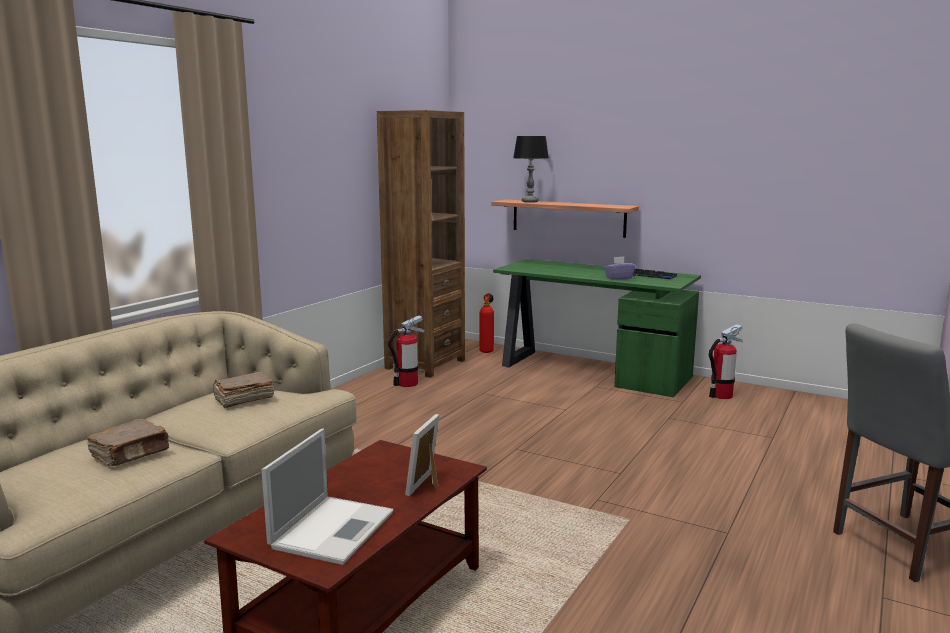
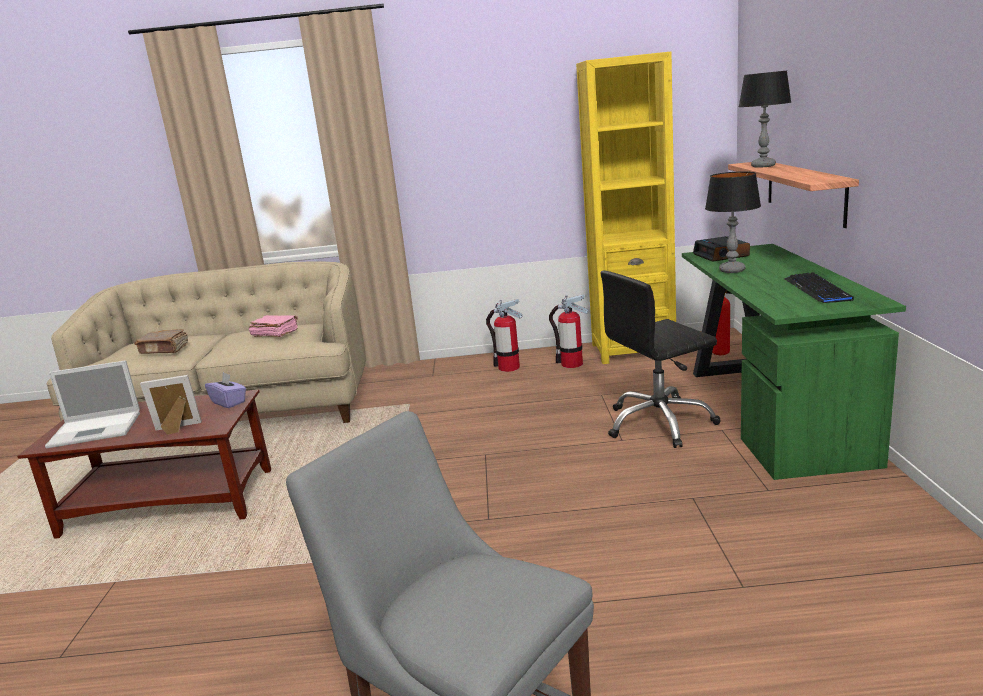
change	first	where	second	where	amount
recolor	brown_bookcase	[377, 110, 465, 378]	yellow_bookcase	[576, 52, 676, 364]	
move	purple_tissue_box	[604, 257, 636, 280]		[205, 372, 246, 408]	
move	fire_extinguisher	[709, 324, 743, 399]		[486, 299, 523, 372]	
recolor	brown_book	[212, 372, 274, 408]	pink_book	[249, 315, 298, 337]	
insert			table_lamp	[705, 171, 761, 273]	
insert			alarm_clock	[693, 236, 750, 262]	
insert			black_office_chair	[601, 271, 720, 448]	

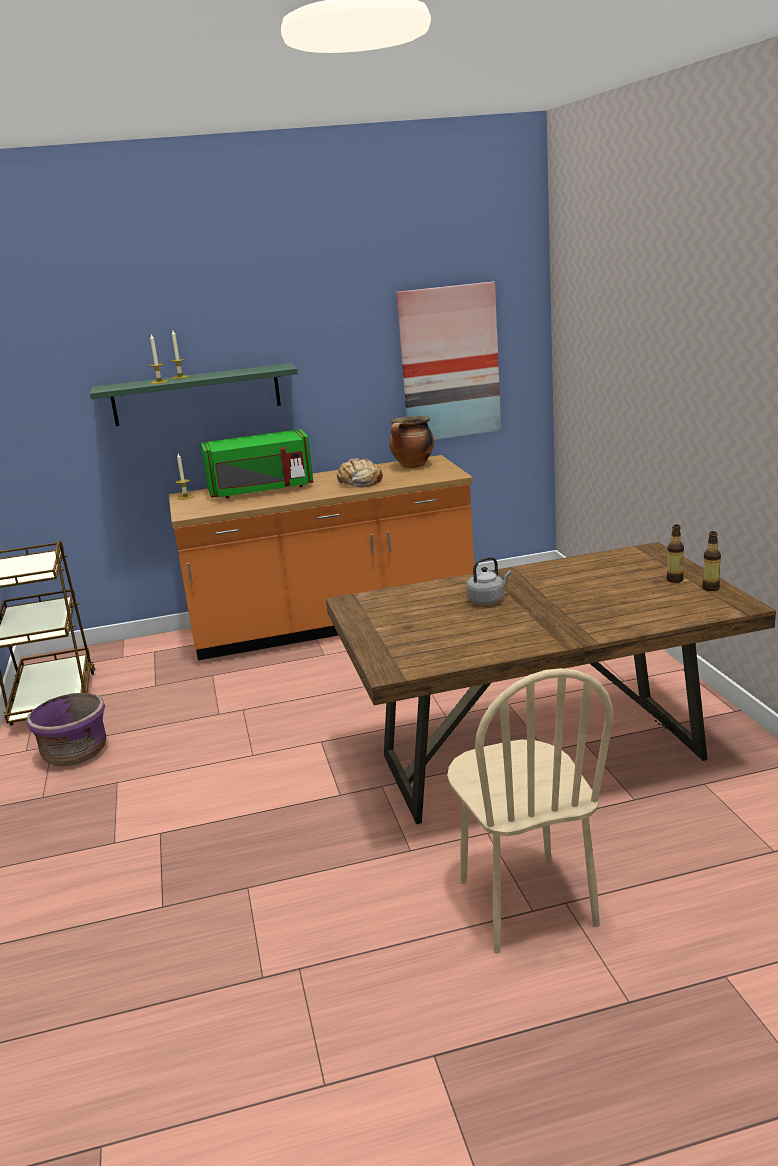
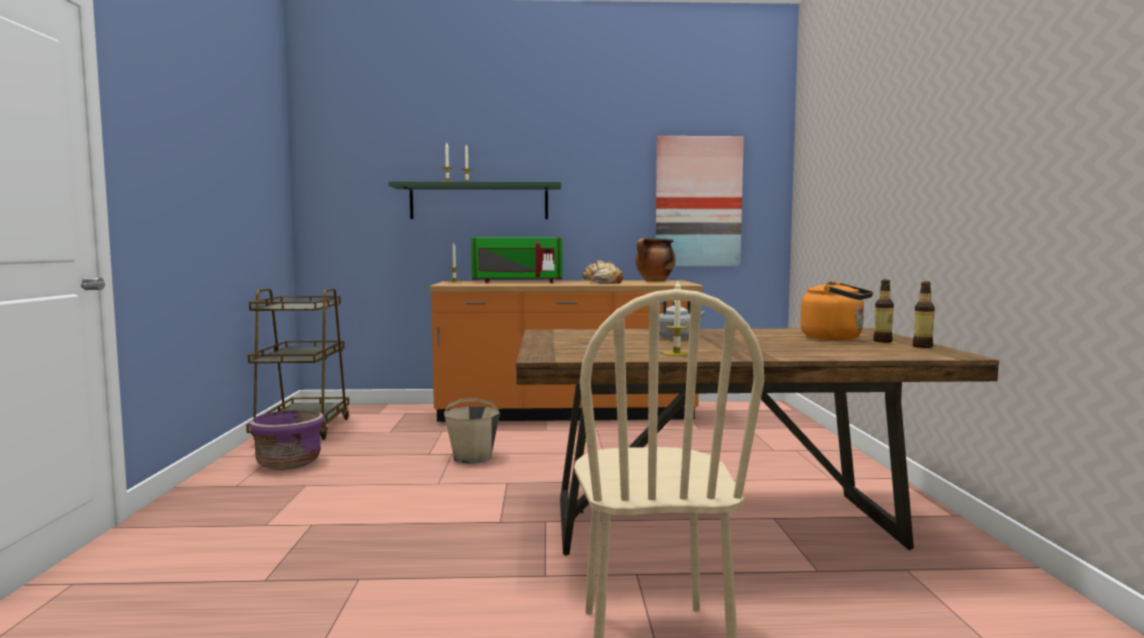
change	first	where	second	where	amount
insert			candle	[663, 280, 689, 356]	
insert			orange_kettle	[801, 281, 873, 340]	
insert			beige_bucket	[444, 398, 500, 464]	

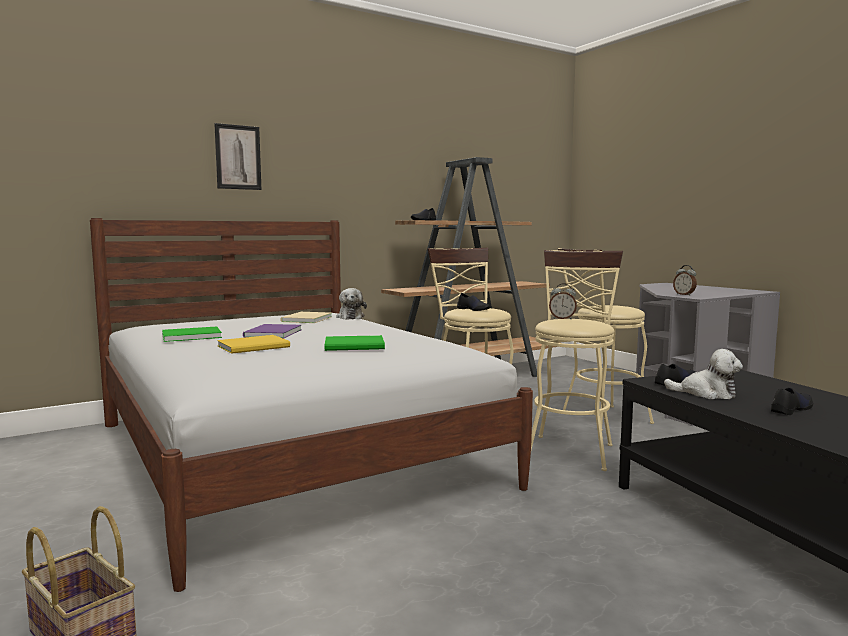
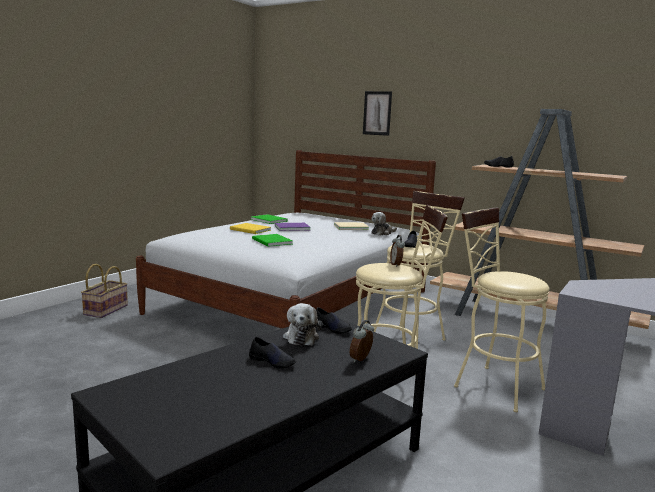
change	first	where	second	where	amount
move	alarm_clock	[673, 265, 697, 295]		[350, 320, 374, 363]	

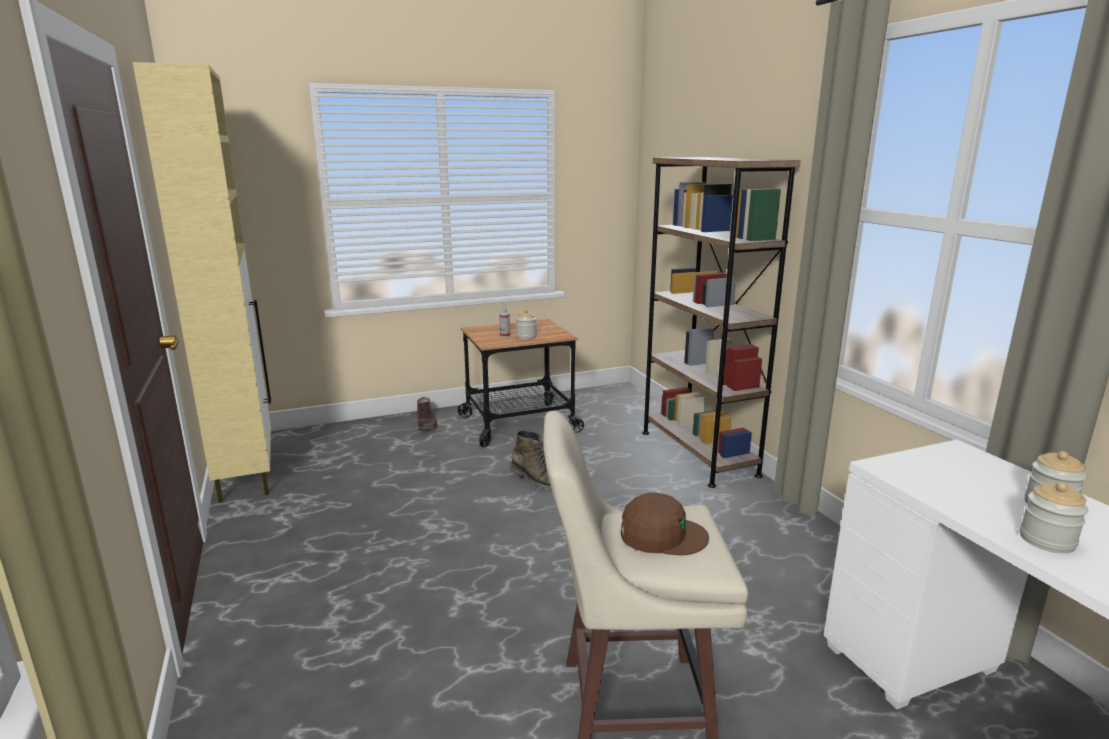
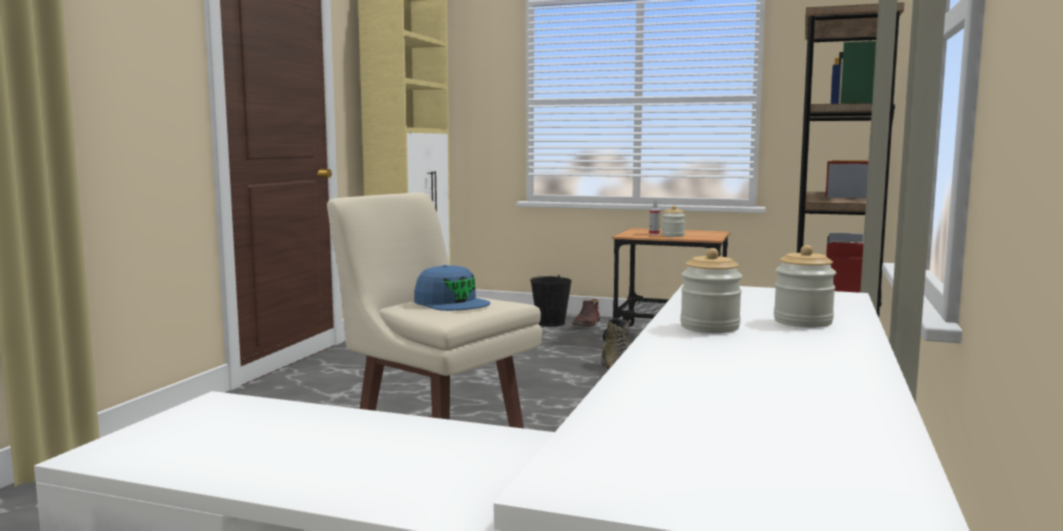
change	first	where	second	where	amount
recolor	brown_cap	[621, 493, 709, 555]	blue_cap	[414, 265, 490, 311]	
insert			black_bucket	[530, 275, 572, 326]	

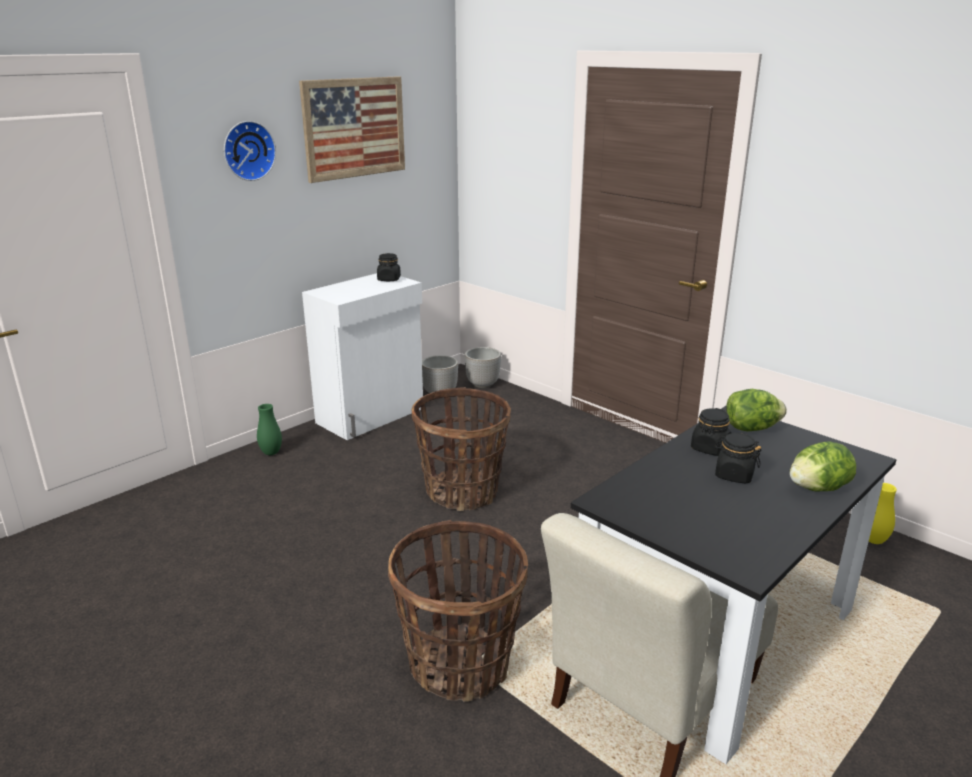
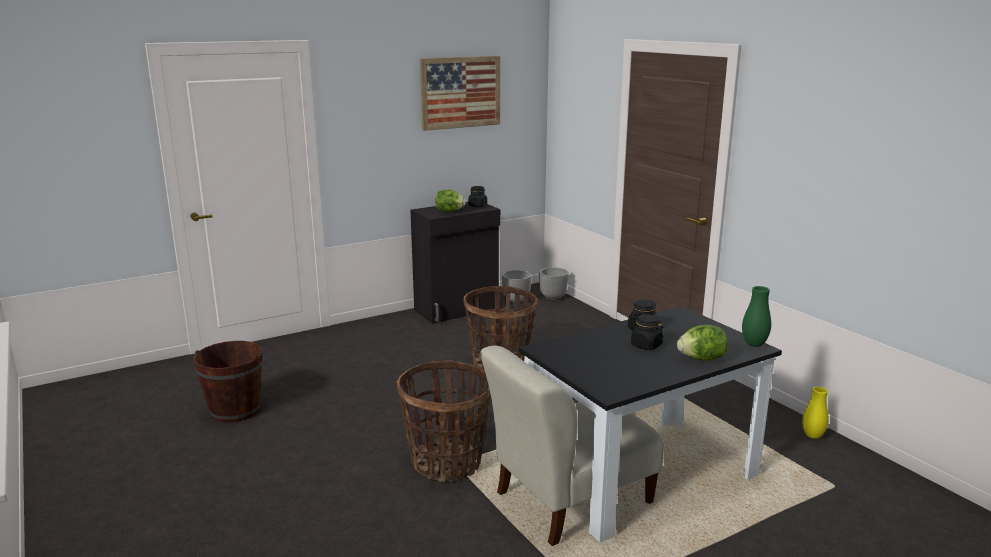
change	first	where	second	where	amount
delete	wall_clock	[224, 121, 276, 181]			
recolor	white_cabinet	[302, 273, 423, 440]	black_cabinet	[410, 202, 500, 324]	
move	lettuce	[726, 389, 787, 431]		[435, 190, 466, 212]	
move	green_vase	[257, 404, 282, 455]		[742, 286, 771, 347]	
insert			brown_bucket	[193, 341, 263, 422]	

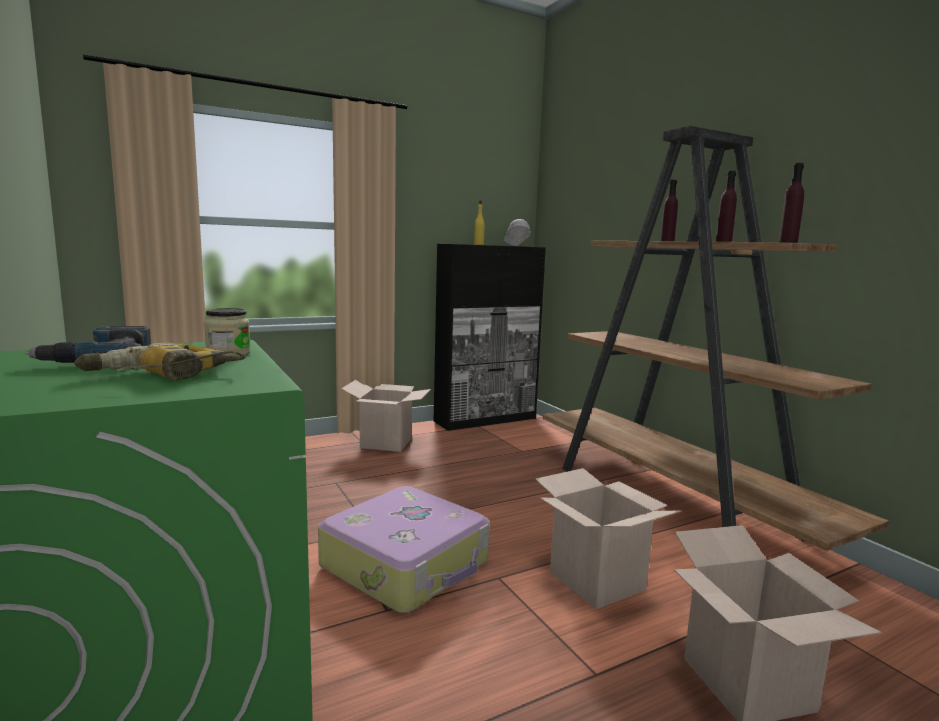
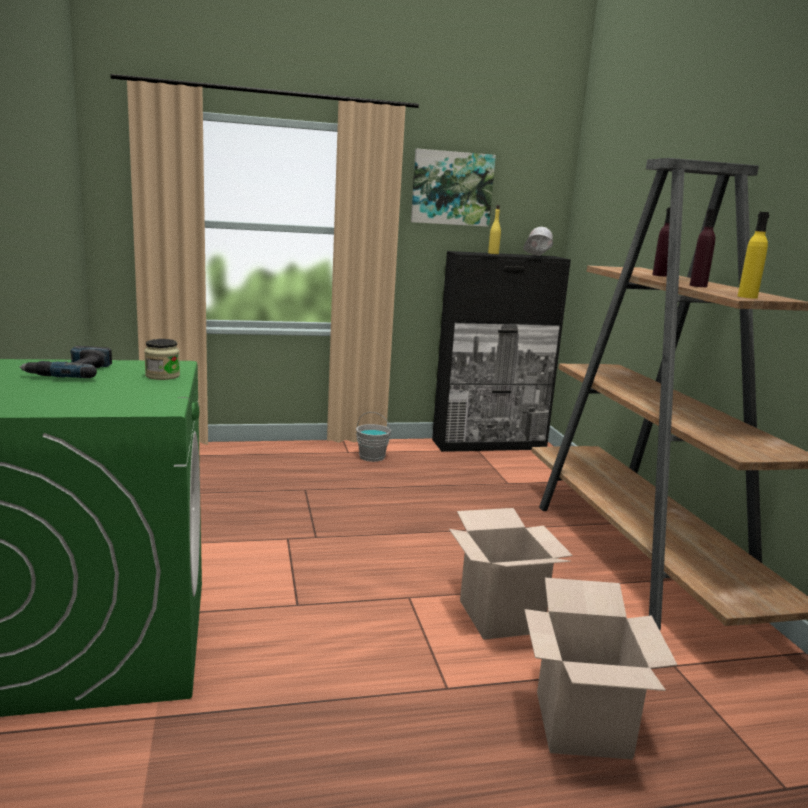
change	first	where	second	where	amount
recolor	purple_bottle	[779, 163, 804, 243]	yellow_bottle	[738, 212, 769, 299]	
delete	power_drill	[74, 343, 245, 381]			
replace	cardboard_box	[341, 380, 431, 452]	grey_bucket	[356, 412, 391, 462]	
delete	suitcase	[318, 486, 490, 613]			
insert			picture	[411, 149, 496, 227]	

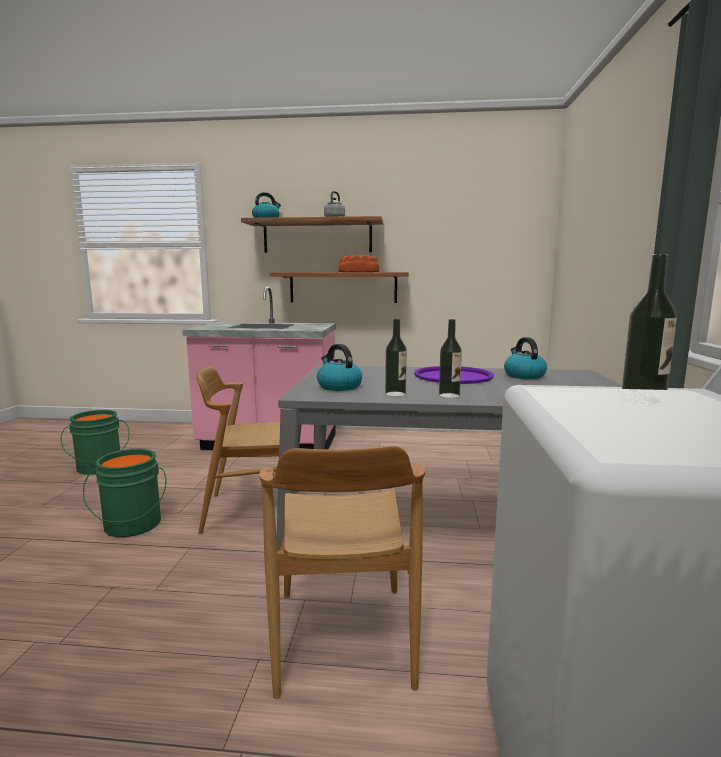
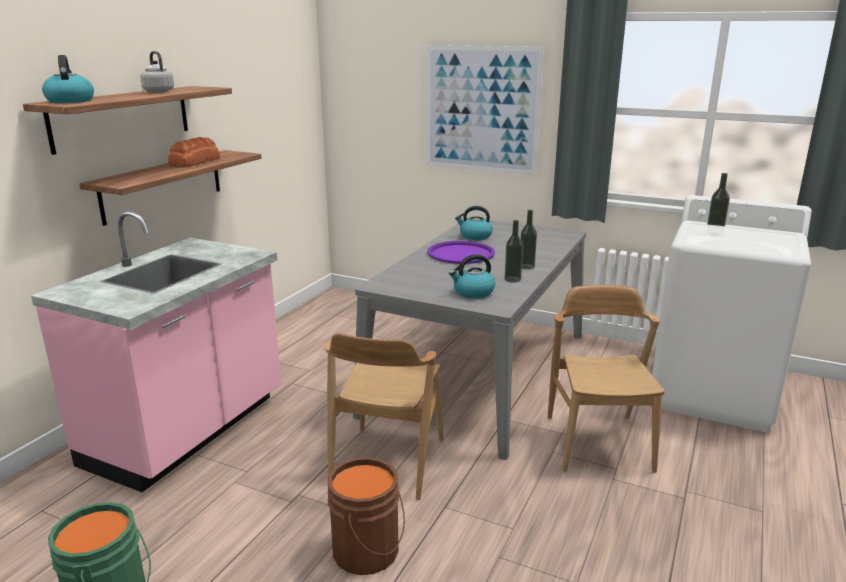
change	first	where	second	where	amount
rotate	brown_chair	[259, 446, 425, 699]		[548, 285, 664, 473]	105 degrees counterclockwise
recolor	green_bucket	[83, 449, 167, 537]	brown_bucket	[328, 457, 405, 575]	
insert			picture	[426, 45, 544, 175]	

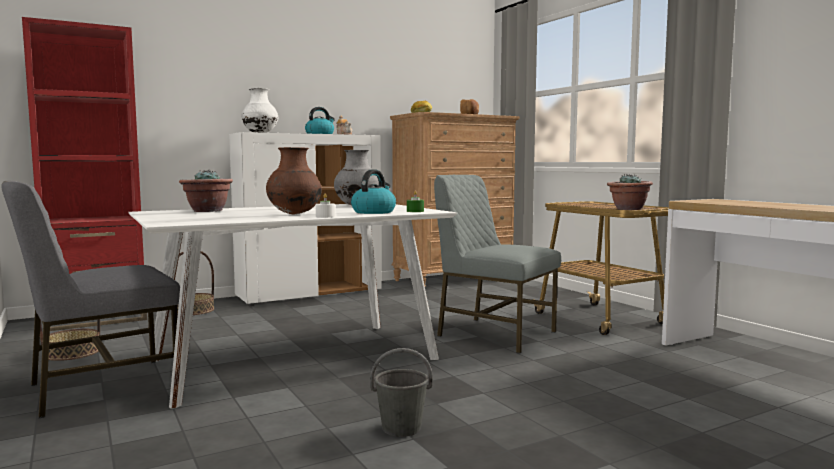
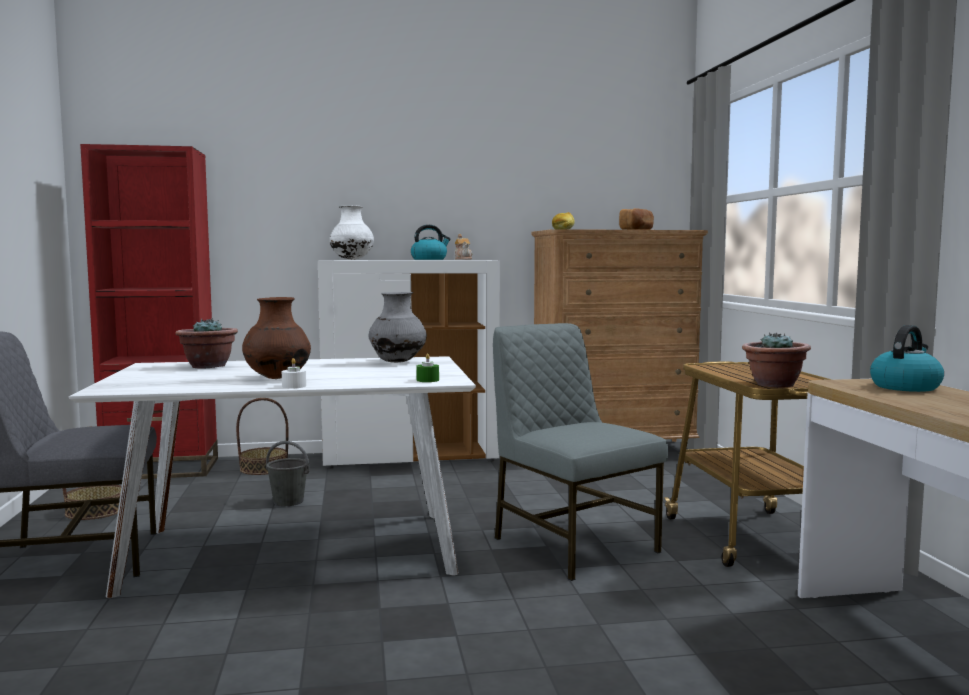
change	first	where	second	where	amount
move	kettle	[351, 169, 396, 214]		[870, 325, 944, 392]	
move	grey_bucket	[370, 348, 433, 437]		[266, 441, 310, 506]	

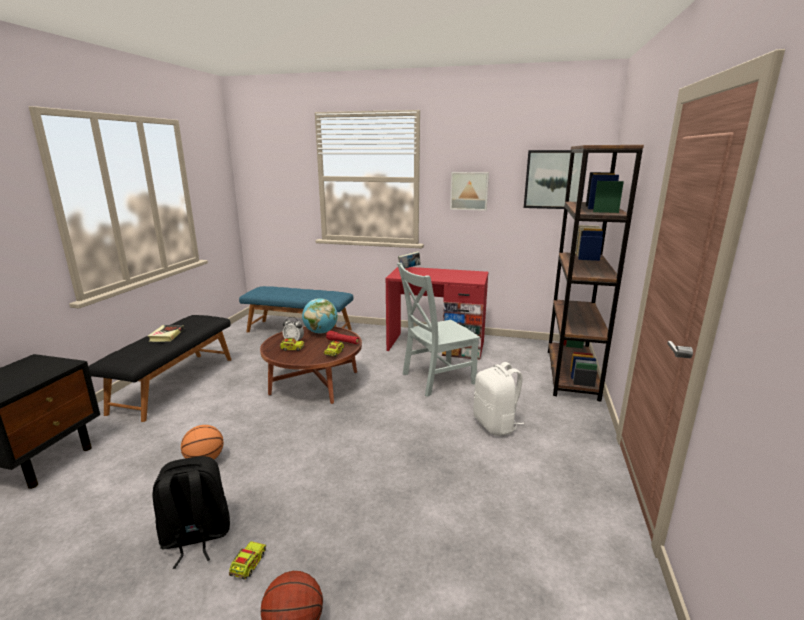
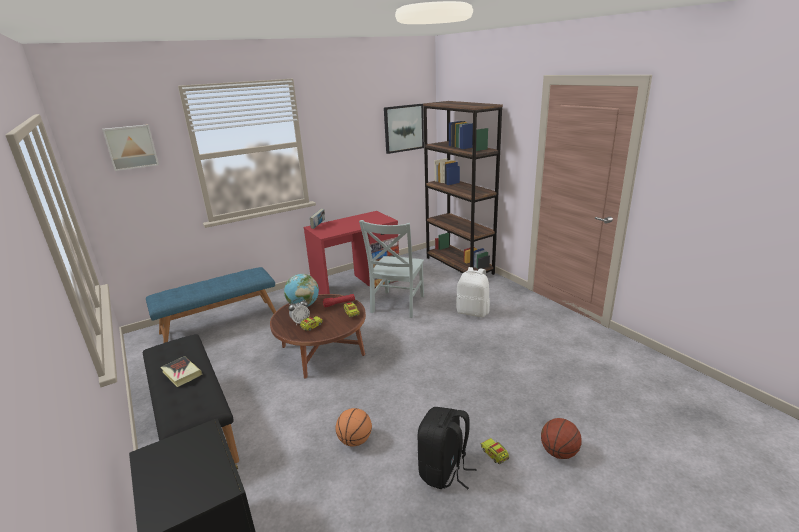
change	first	where	second	where	amount
move	picture	[450, 172, 489, 211]		[102, 124, 159, 171]	

